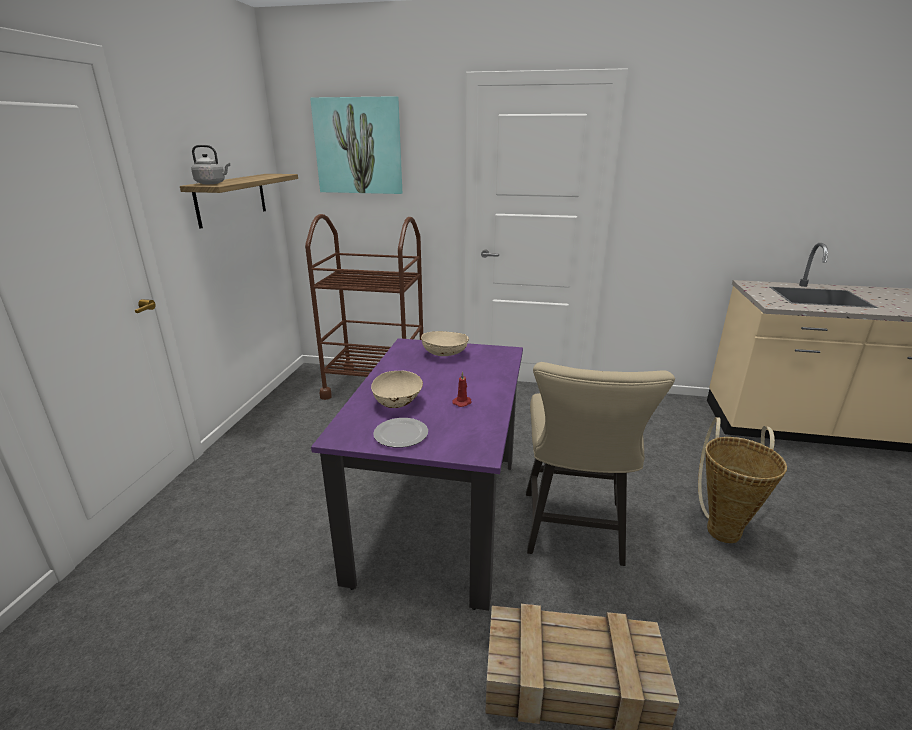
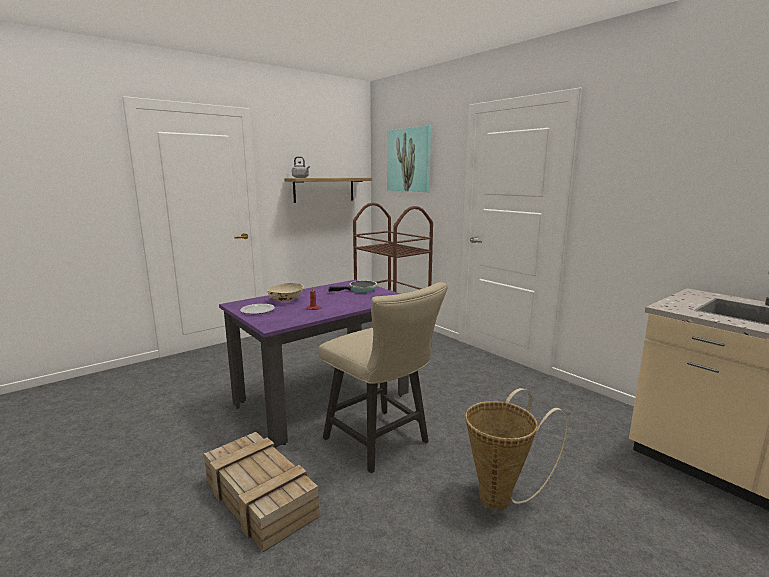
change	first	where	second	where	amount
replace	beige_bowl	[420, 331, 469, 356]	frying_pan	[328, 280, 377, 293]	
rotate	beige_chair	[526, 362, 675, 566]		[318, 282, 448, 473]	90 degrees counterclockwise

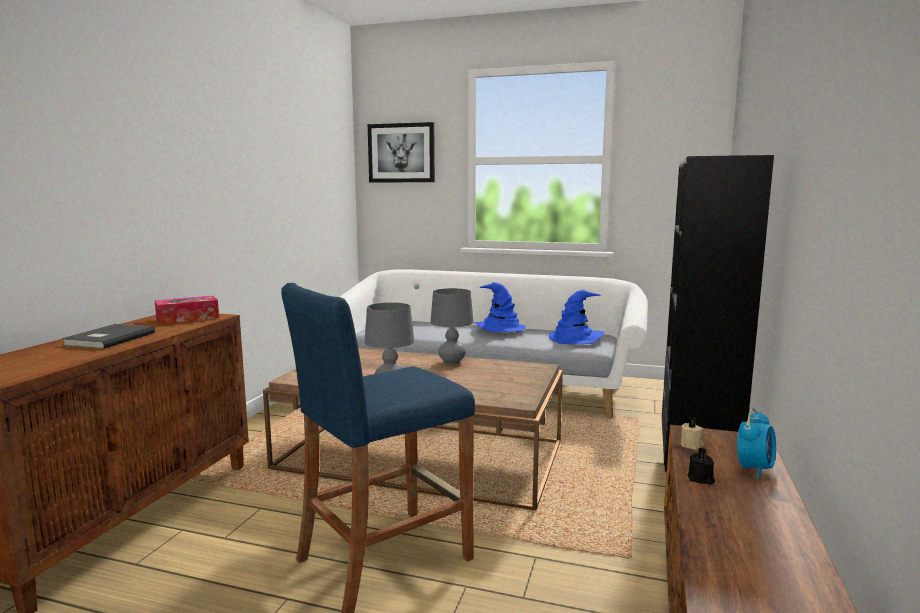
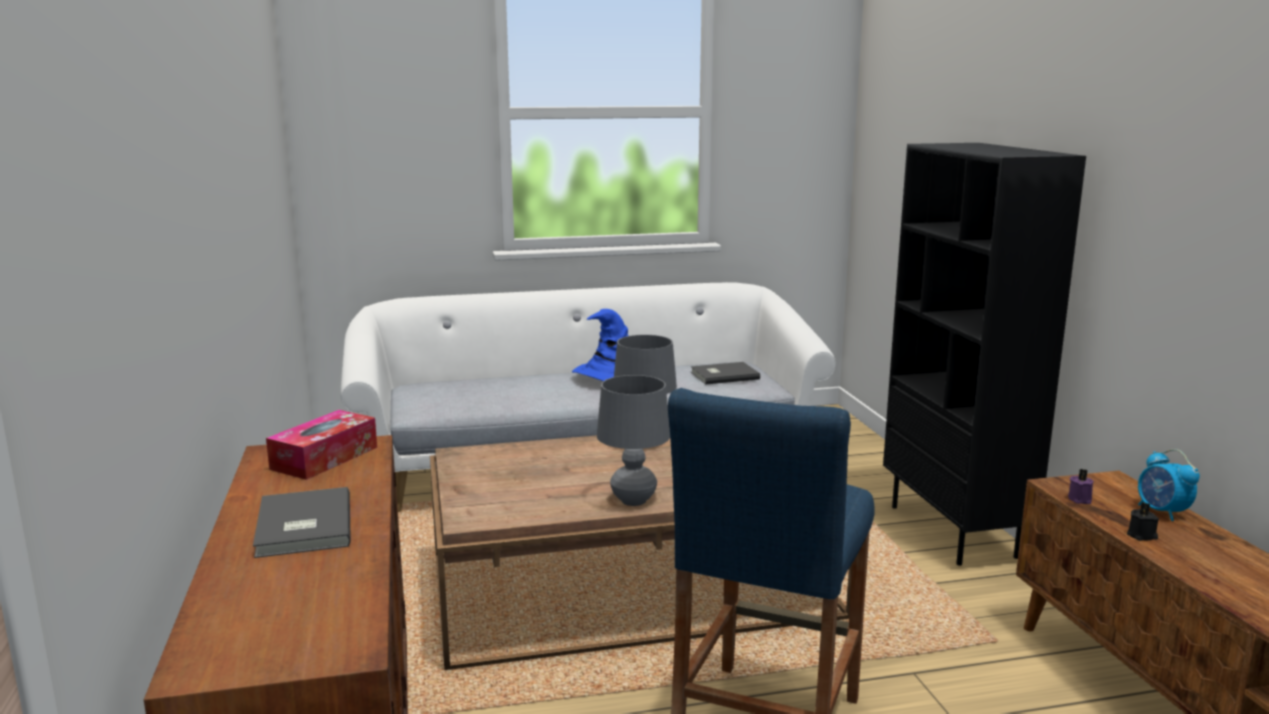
change	first	where	second	where	amount
delete	picture	[368, 122, 435, 182]			
replace	blue_hat	[549, 290, 604, 344]	grey_book	[691, 362, 760, 385]	
rotate	alarm_clock	[737, 408, 776, 479]		[1138, 449, 1200, 521]	150 degrees clockwise
recolor	beige_candle	[681, 417, 704, 450]	purple_candle	[1068, 469, 1094, 504]	

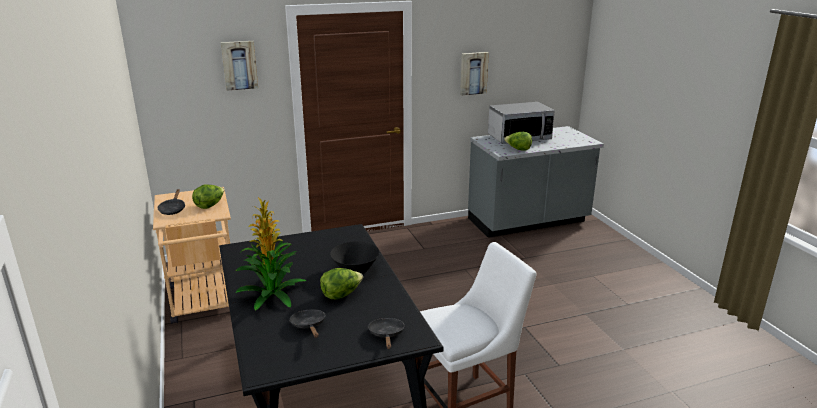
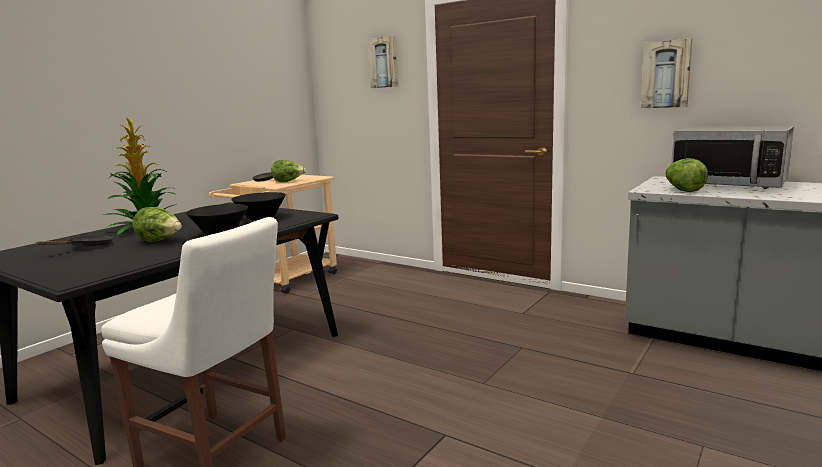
change	first	where	second	where	amount
delete	black_frying_pan	[368, 318, 405, 349]			
insert			black_bowl	[231, 192, 286, 220]	

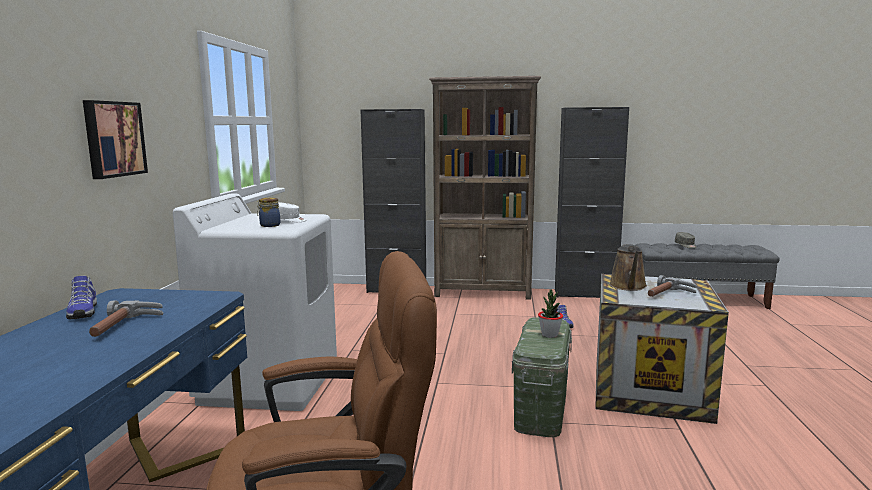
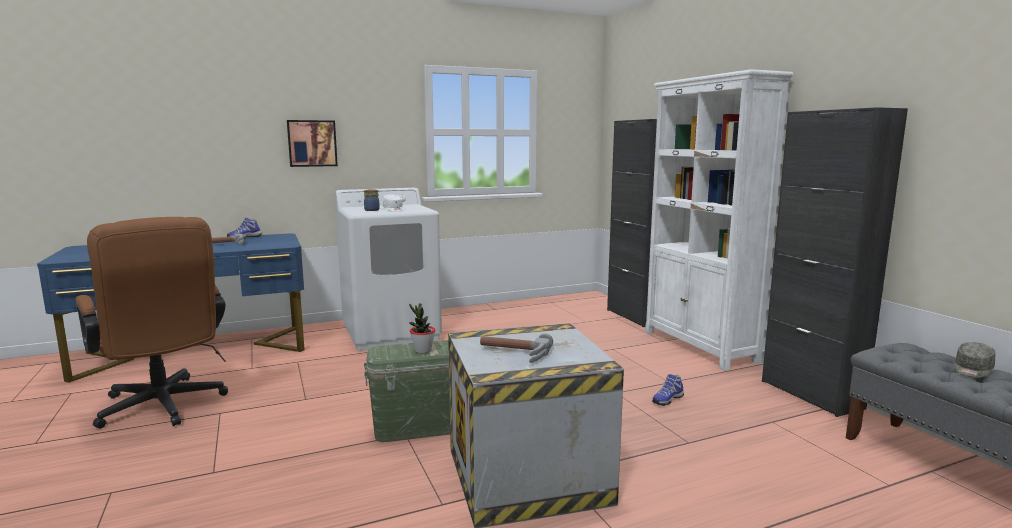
change	first	where	second	where	amount
recolor	brown_bookcase	[429, 76, 541, 300]	white_bookcase	[645, 69, 793, 371]	
delete	brown_watering_can	[609, 244, 647, 291]			

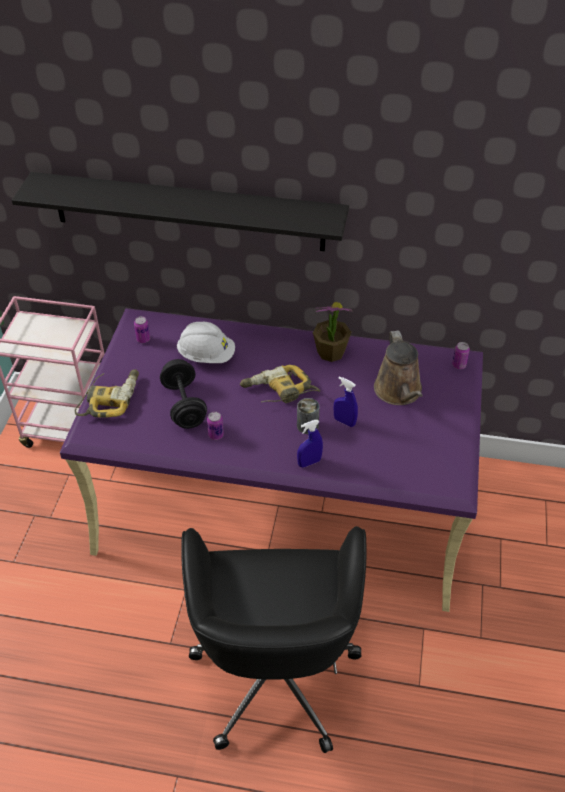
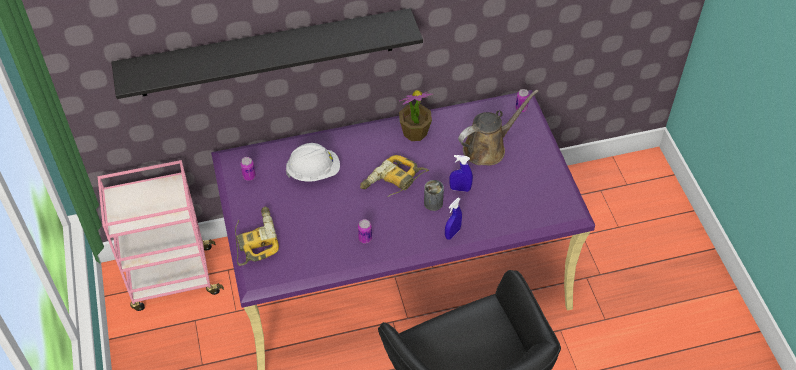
change	first	where	second	where	amount
rotate	brown_watering_can	[374, 330, 423, 405]		[458, 90, 539, 165]	90 degrees counterclockwise
delete	black_dumbbell	[160, 359, 207, 429]			

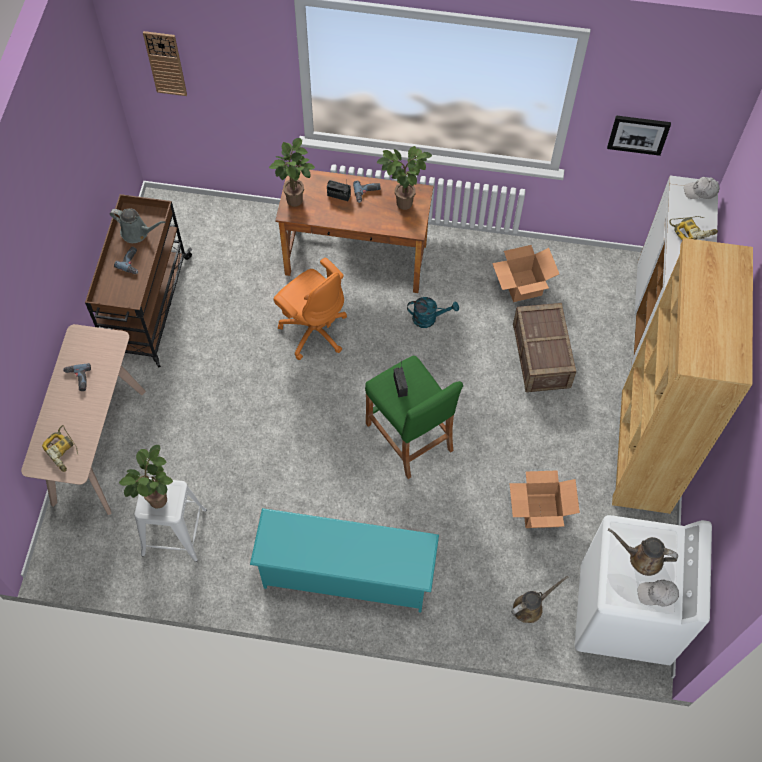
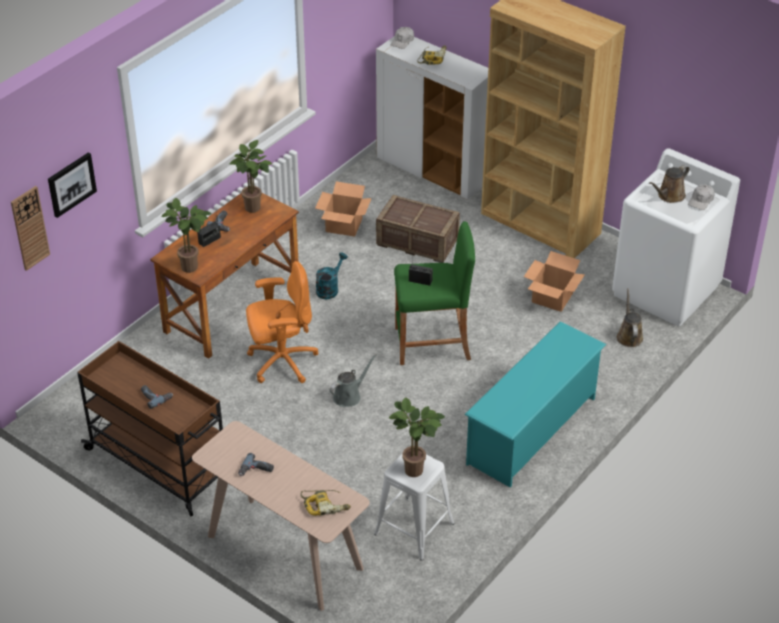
change	first	where	second	where	amount
move	picture	[607, 115, 671, 156]		[48, 153, 97, 218]	
move	grey_watering_can	[110, 208, 165, 243]		[329, 354, 377, 407]	

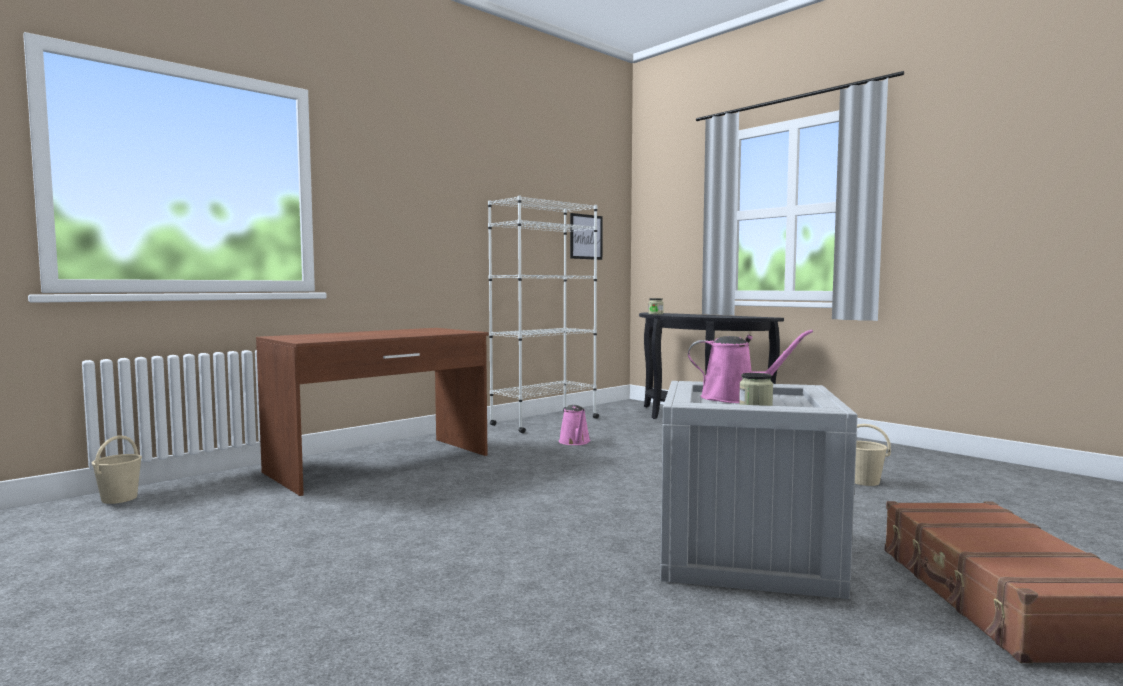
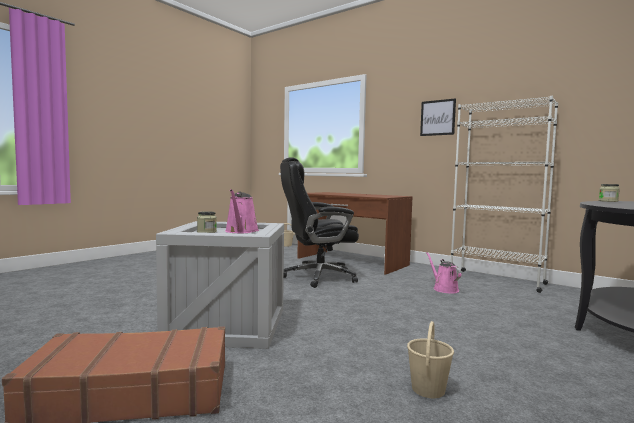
change	first	where	second	where	amount
move	picture	[570, 213, 603, 260]		[420, 98, 456, 136]	
rotate	pink_watering_can	[559, 405, 591, 445]		[426, 252, 462, 294]	90 degrees clockwise
insert			black_office_chair	[280, 157, 359, 288]	

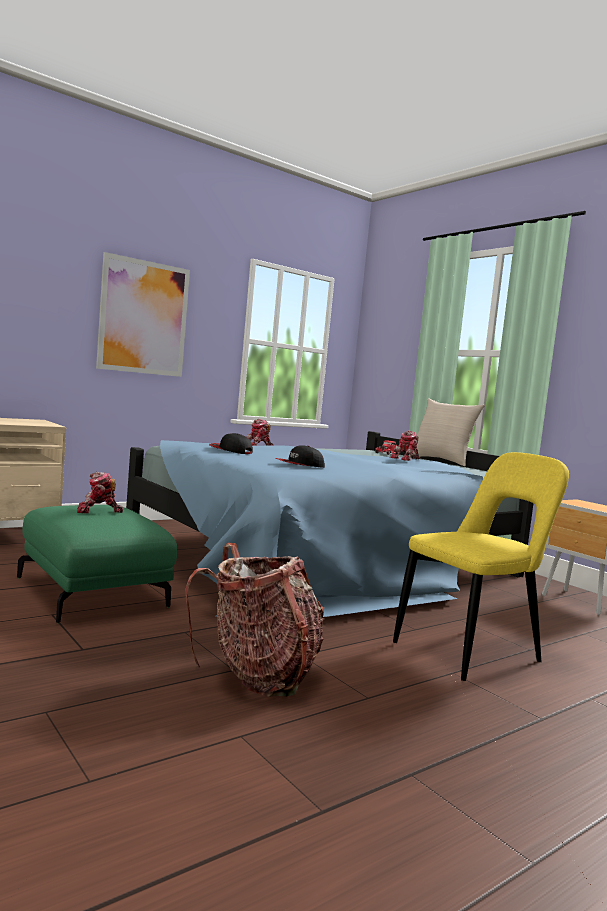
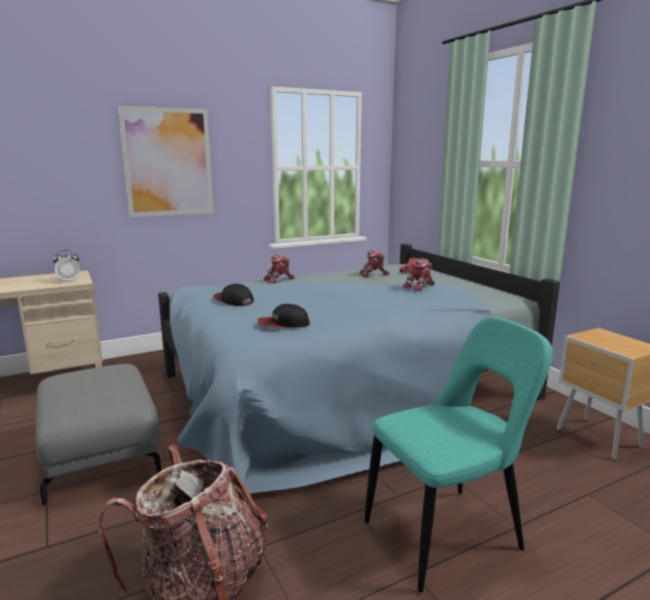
change	first	where	second	where	amount
delete	beige_pillow	[409, 399, 485, 466]			
recolor	yellow_chair	[393, 452, 569, 681]	turquoise_chair	[364, 317, 553, 592]	
move	toy_robot	[77, 472, 123, 513]		[360, 250, 389, 277]	
recolor	green_ottoman	[17, 505, 177, 624]	grey_ottoman	[36, 364, 161, 505]	
insert			alarm_clock	[53, 250, 80, 282]	

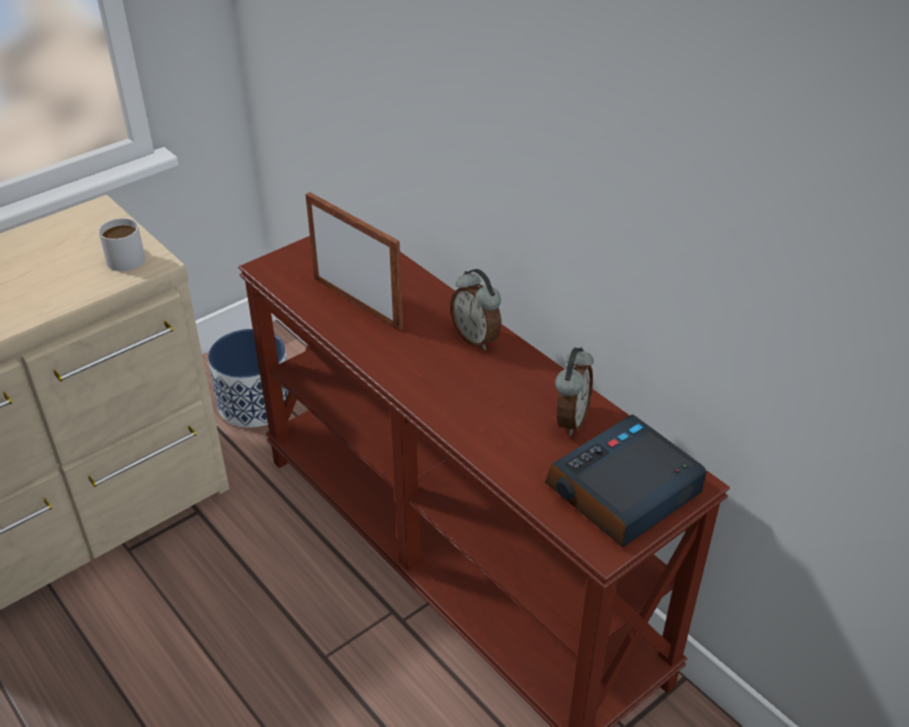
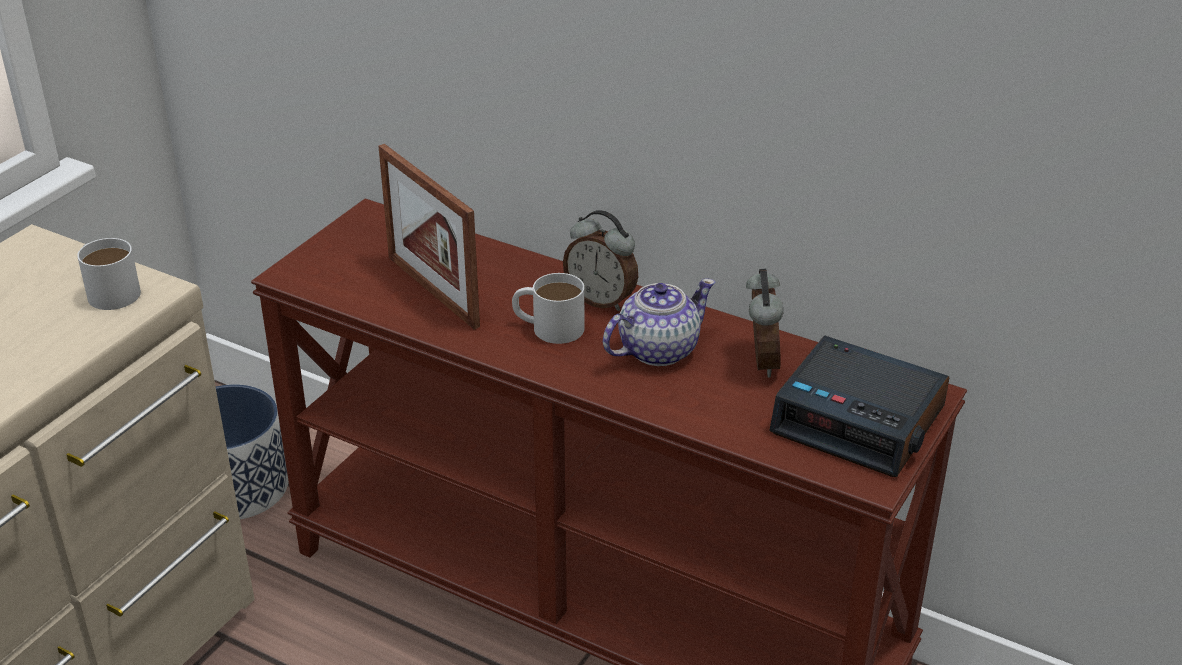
change	first	where	second	where	amount
rotate	picture_frame	[305, 192, 403, 330]		[378, 144, 480, 329]	150 degrees counterclockwise
rotate	alarm_clock	[545, 414, 707, 548]		[769, 336, 949, 477]	90 degrees counterclockwise
insert			white_mug	[512, 273, 584, 344]	
insert			teapot	[603, 278, 715, 366]	

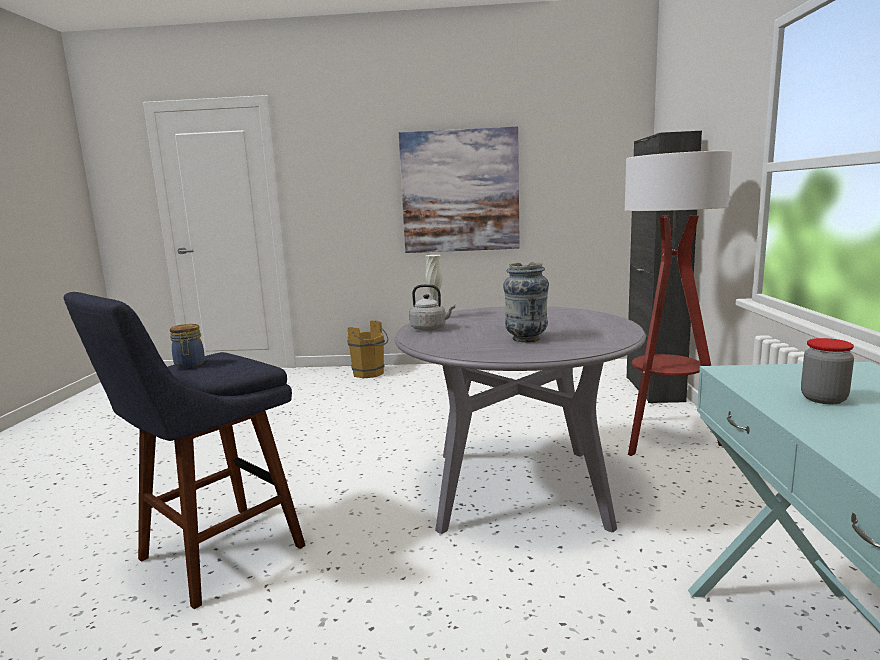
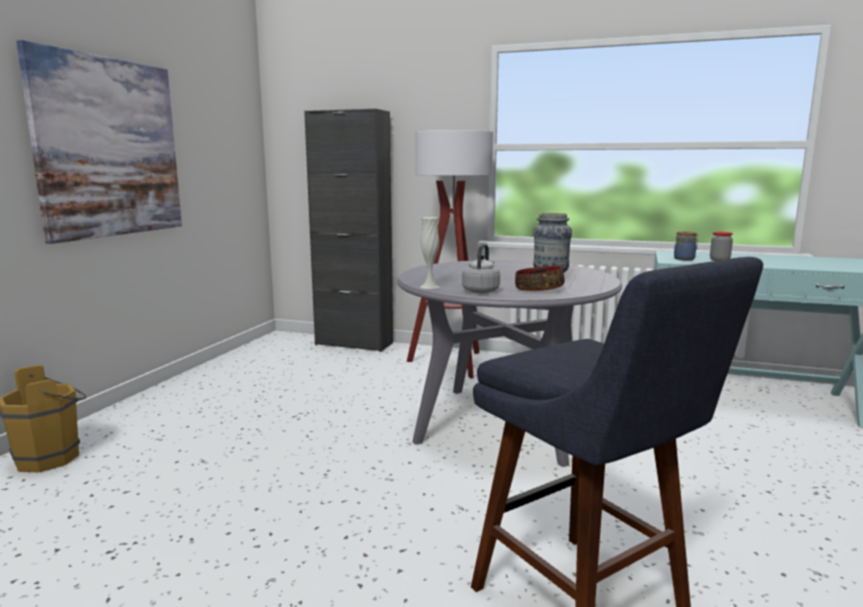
change	first	where	second	where	amount
move	jar	[170, 324, 205, 368]		[674, 231, 699, 261]	
insert			bowl	[515, 266, 565, 291]	

